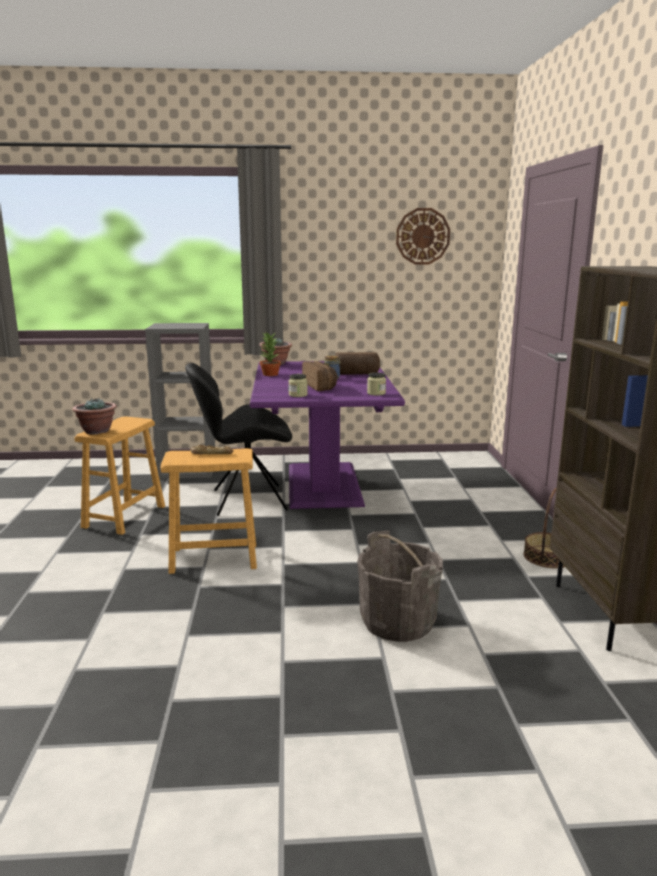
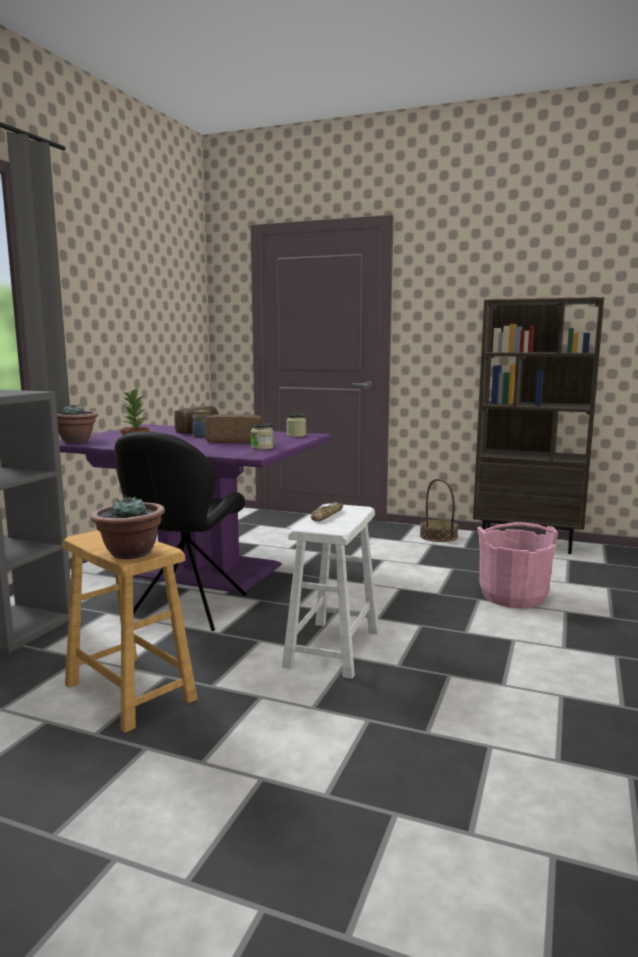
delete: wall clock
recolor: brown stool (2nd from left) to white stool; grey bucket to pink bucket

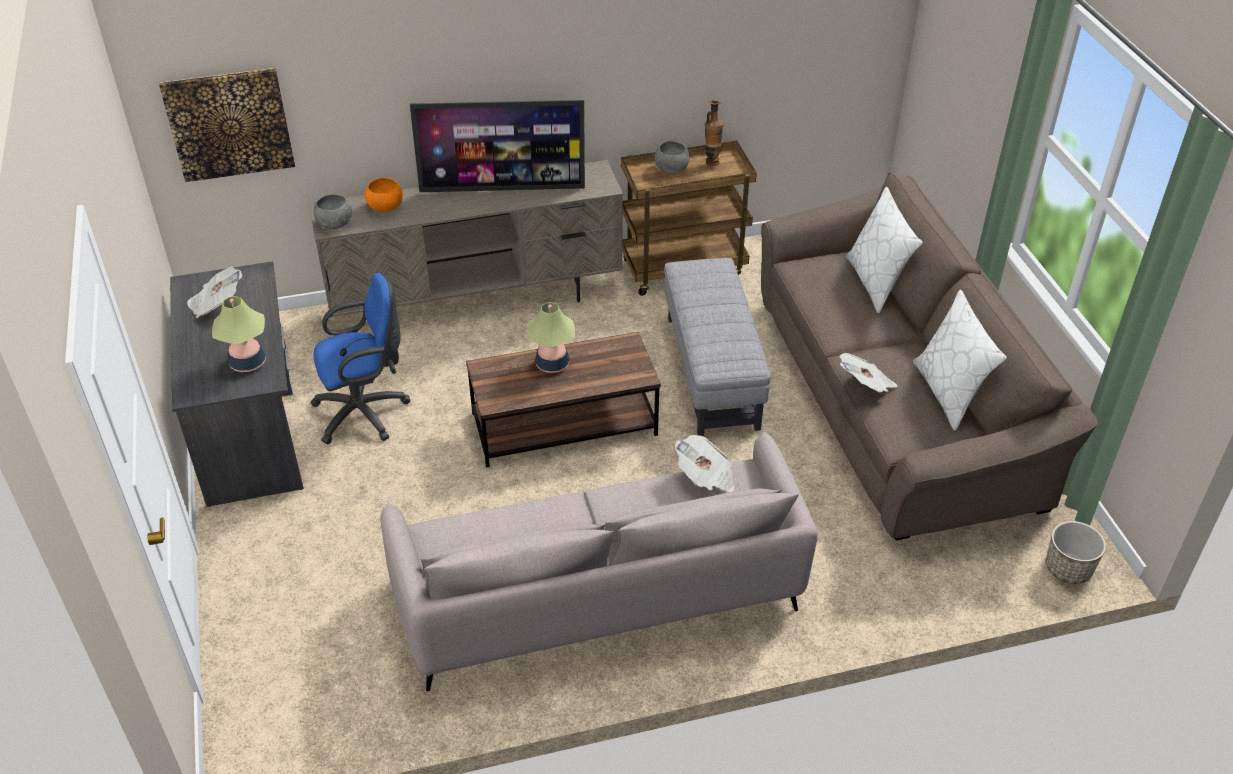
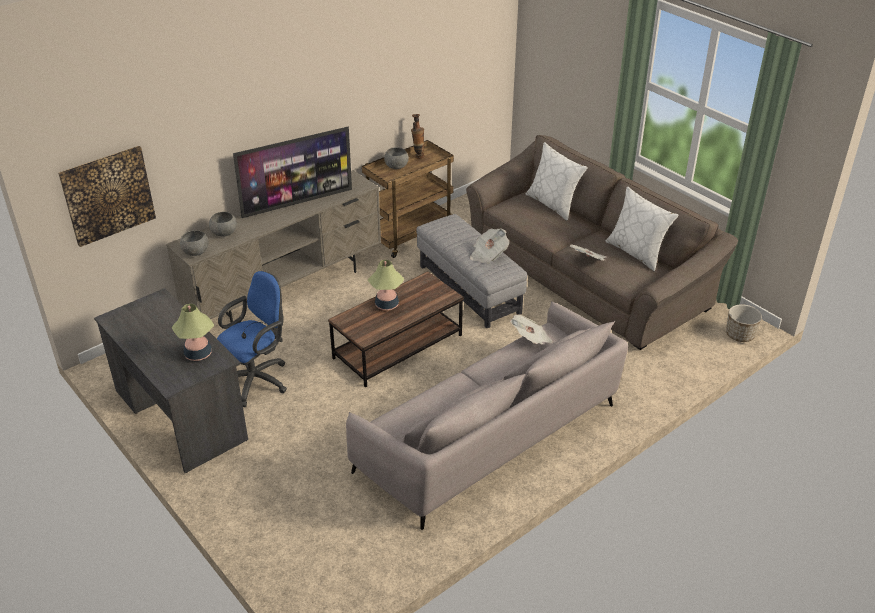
move: newspaper (1st from left)
recolor: orange bowl to grey bowl (2nd from left)

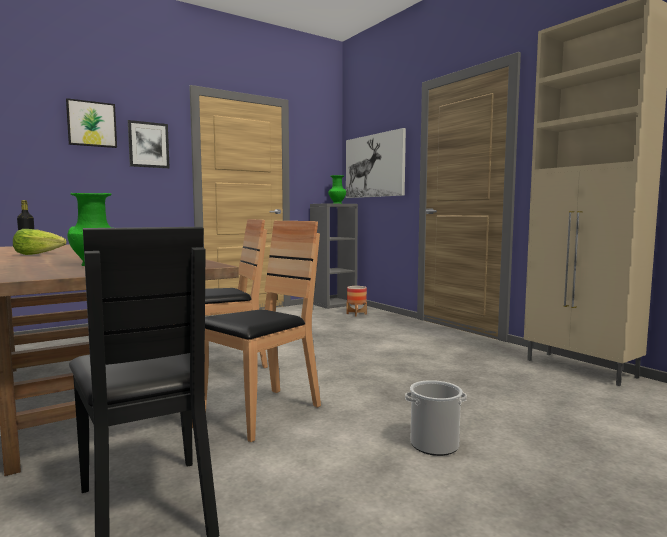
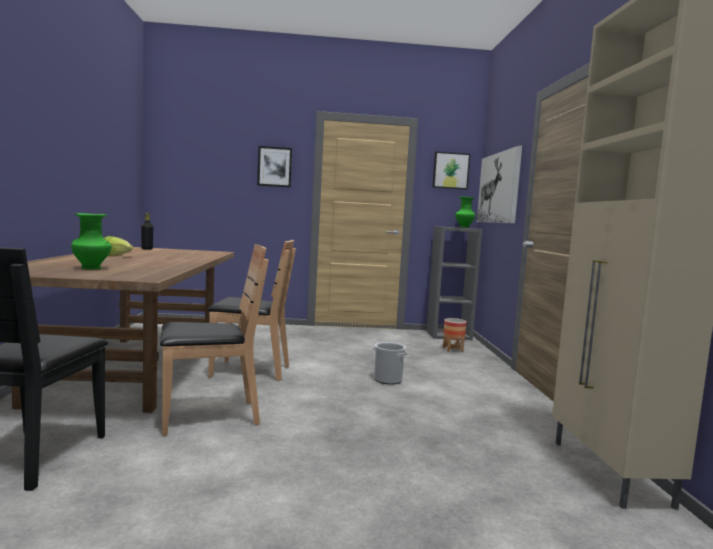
move: picture (1st from left in the first image) to picture (2nd from left); bucket

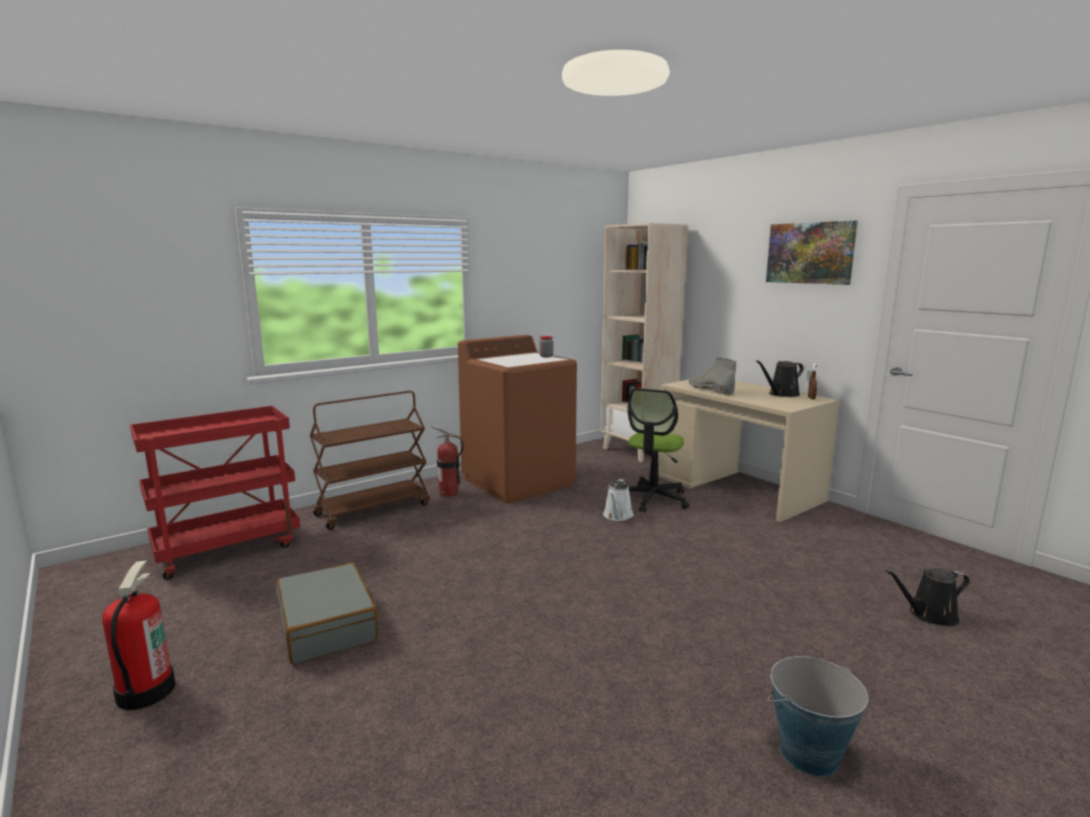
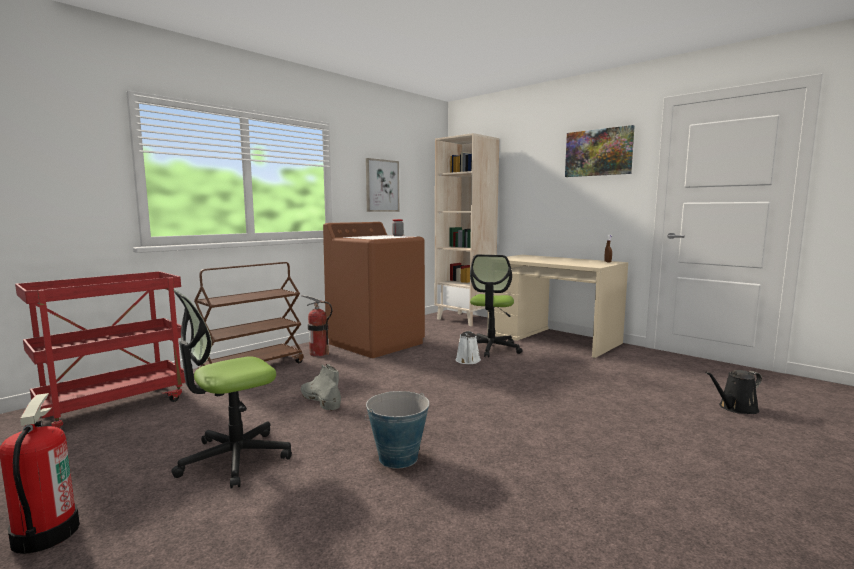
delete: black watering can (1st from left)
insert: picture (1st from left)
move: grey boot; bucket
replace: grey suitcase to office chair (1st from left)

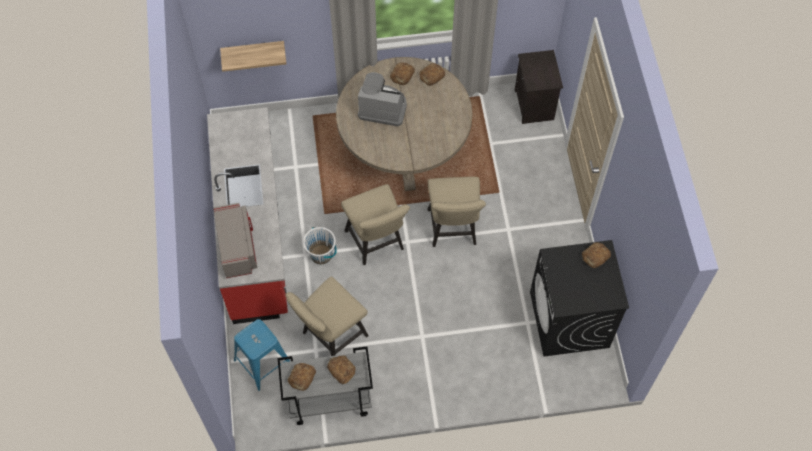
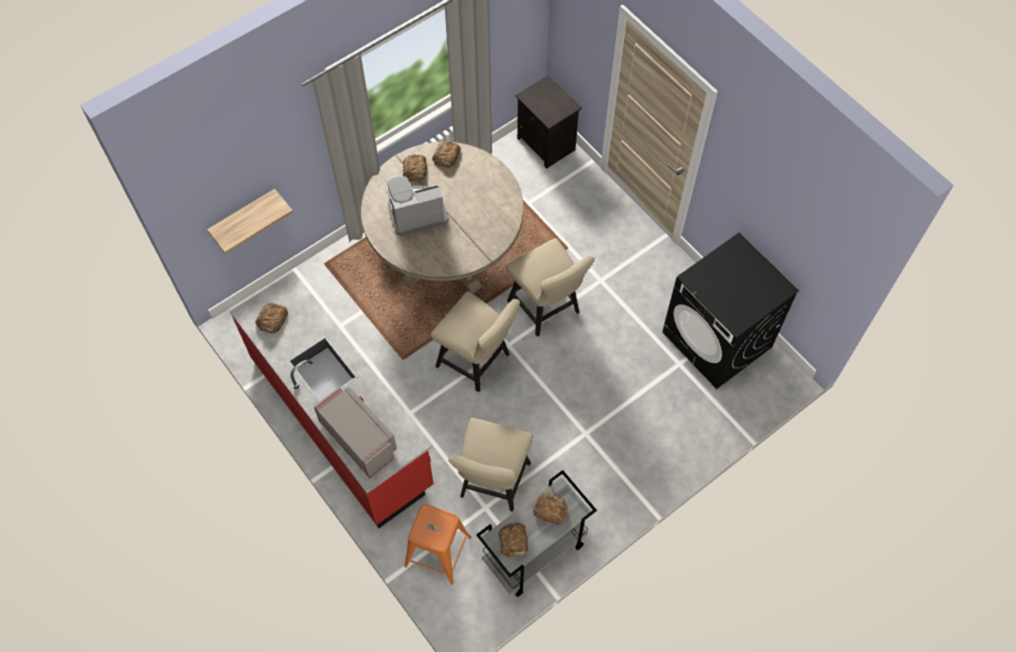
delete: white bucket
move: bread (5th from left in the first image) to bread (1st from left)
recolor: blue stool to orange stool

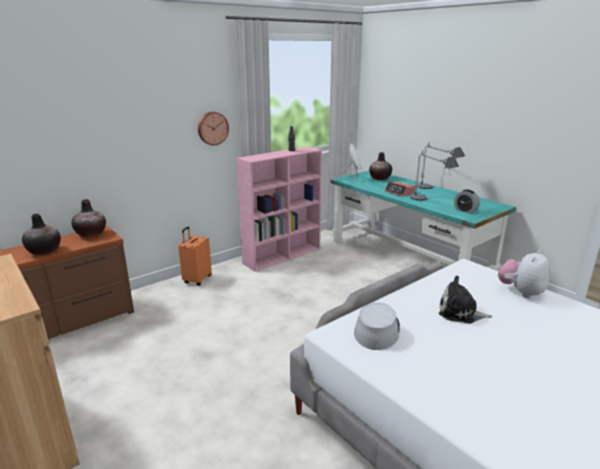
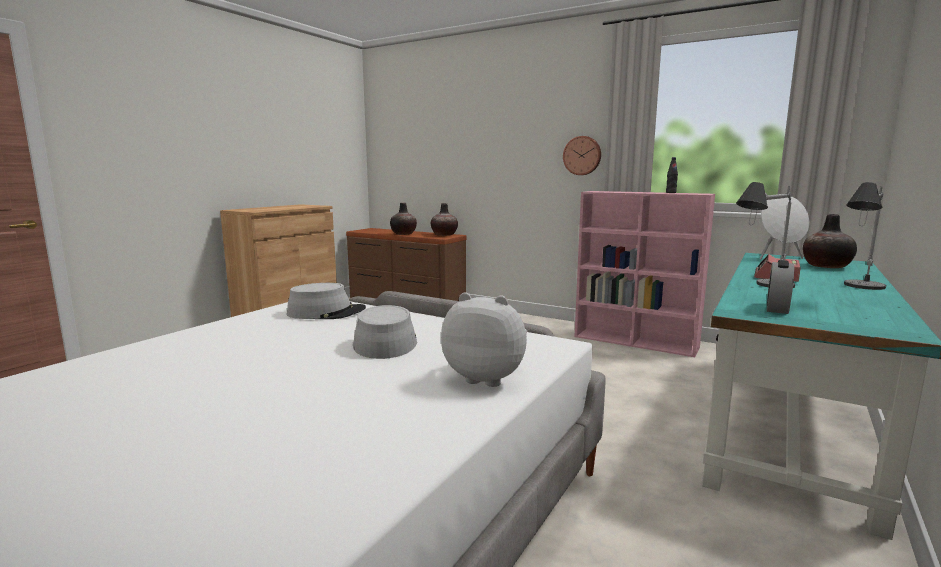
delete: orange suitcase
replace: plush toy (1st from left) to grey hat (2nd from left)

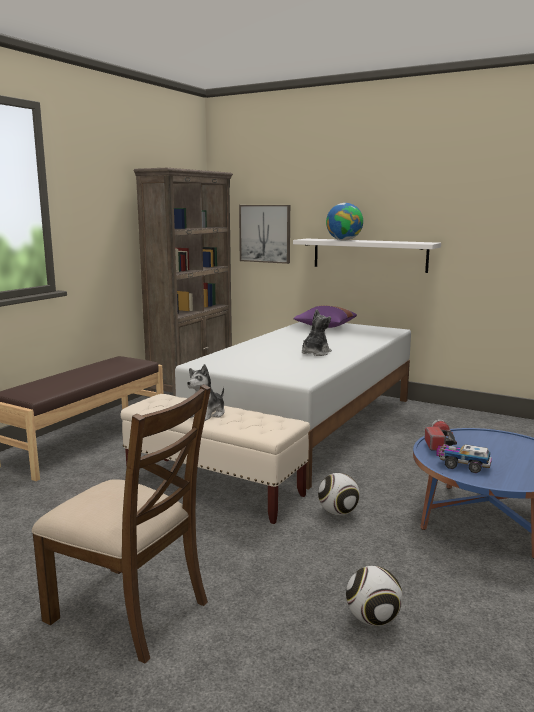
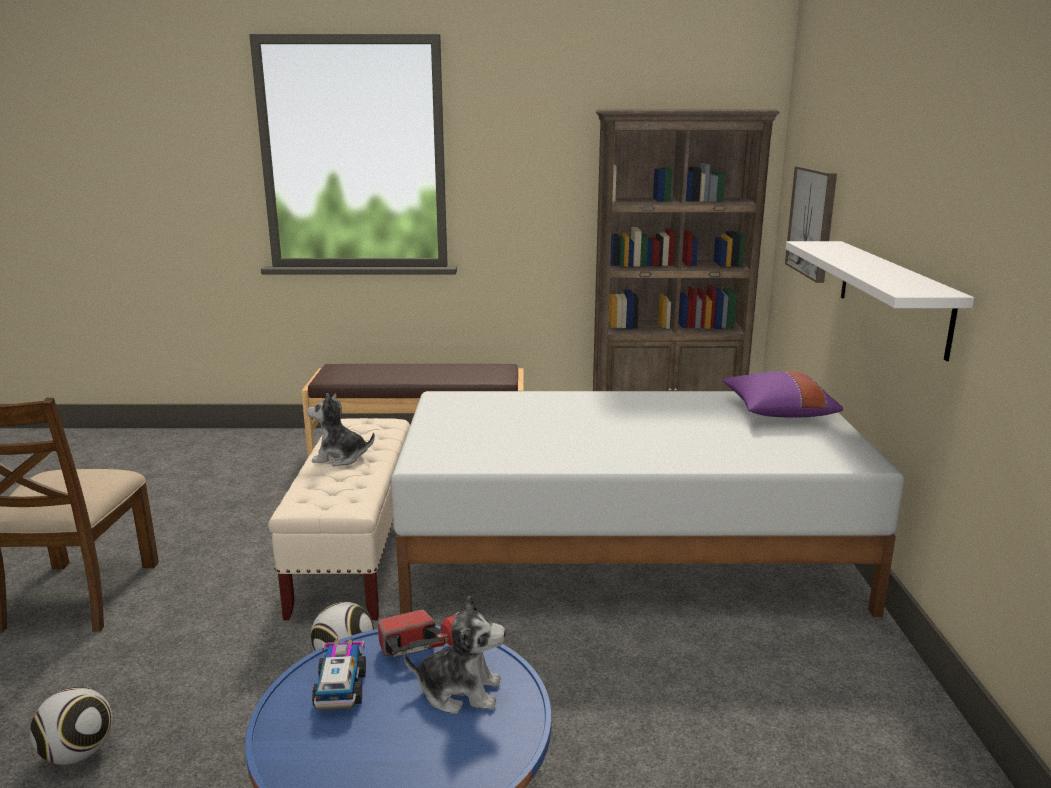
delete: globe
move: plush toy (2nd from left)

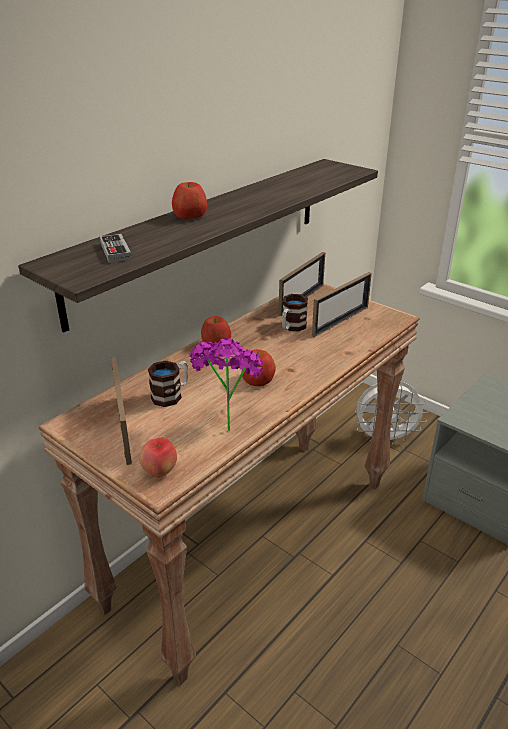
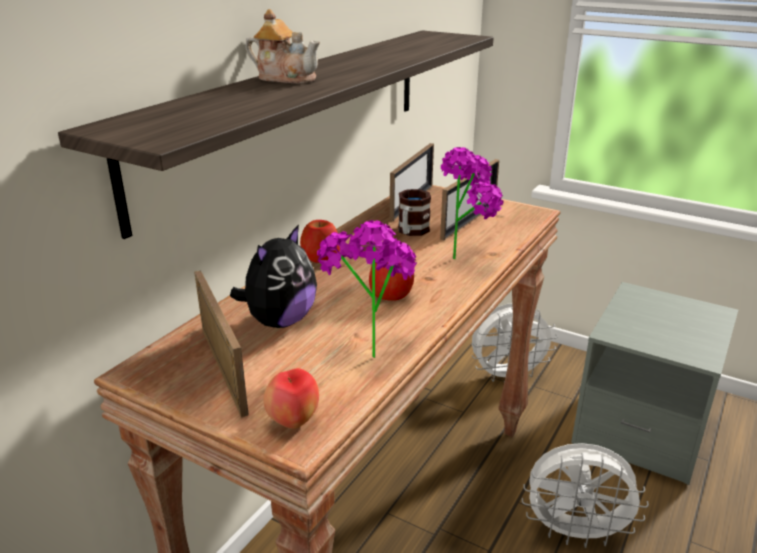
delete: game controller
insert: potted plant (2nd from left); white fan (2nd from left)
replace: mug (1st from left) to plush toy; apple (2nd from left) to teapot

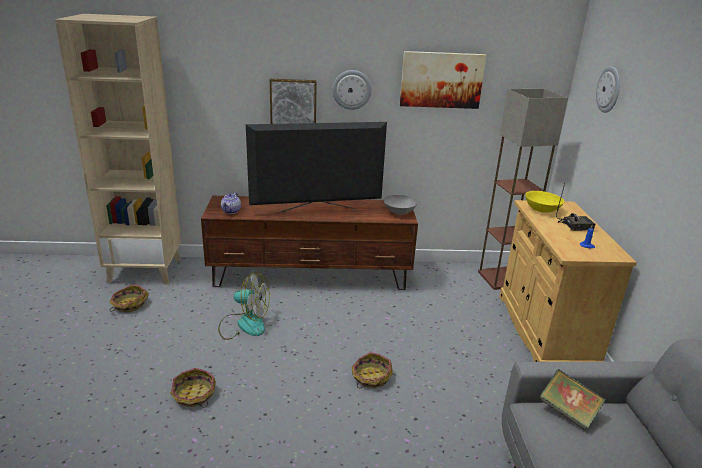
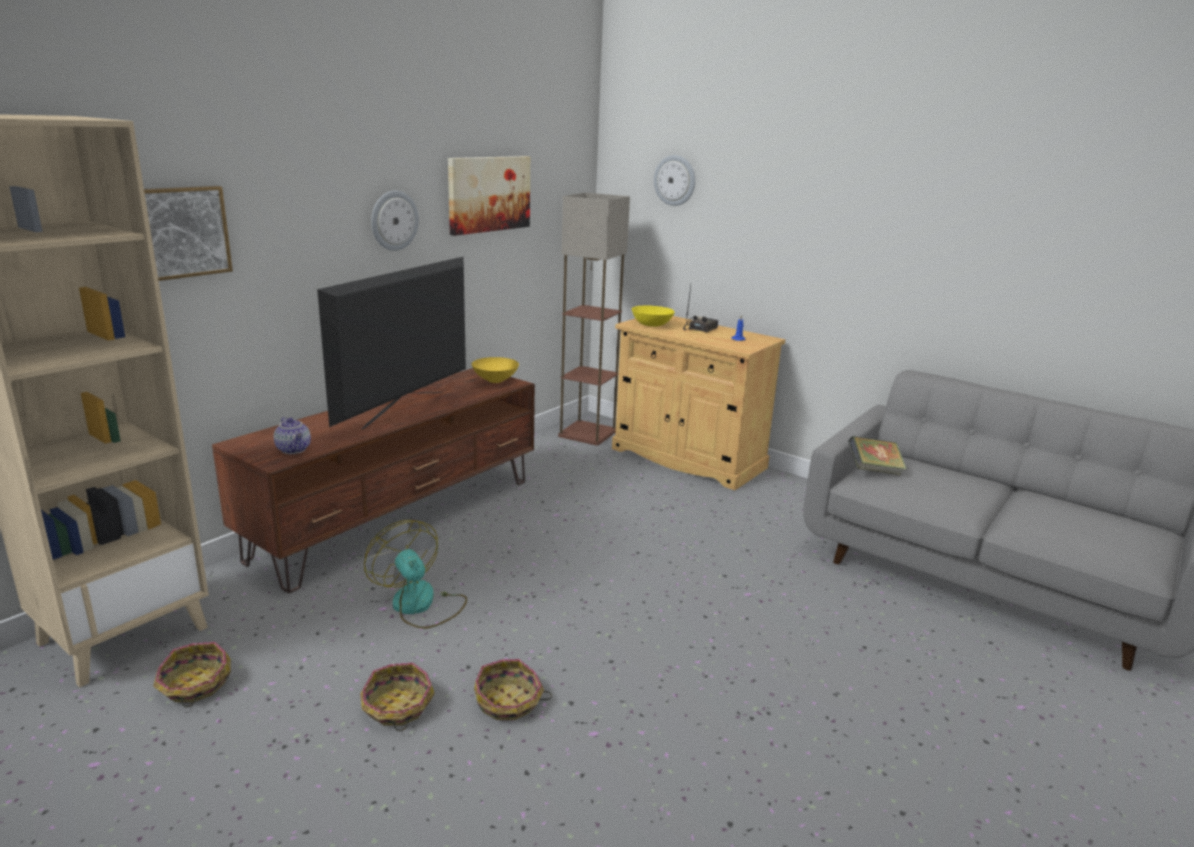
move: picture (1st from left); basket (3rd from left in the first image) to basket (2nd from left)
recolor: grey bowl to yellow bowl (1st from left)
rotate: fan 90 degrees counterclockwise

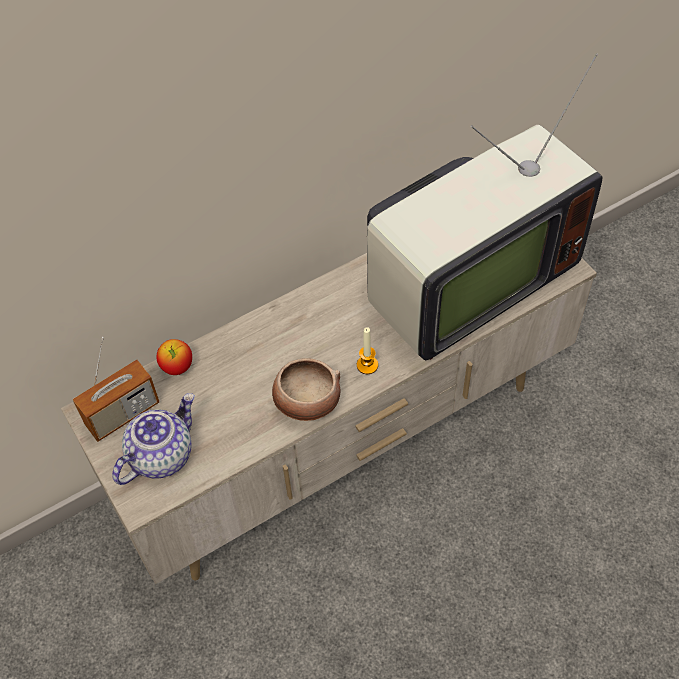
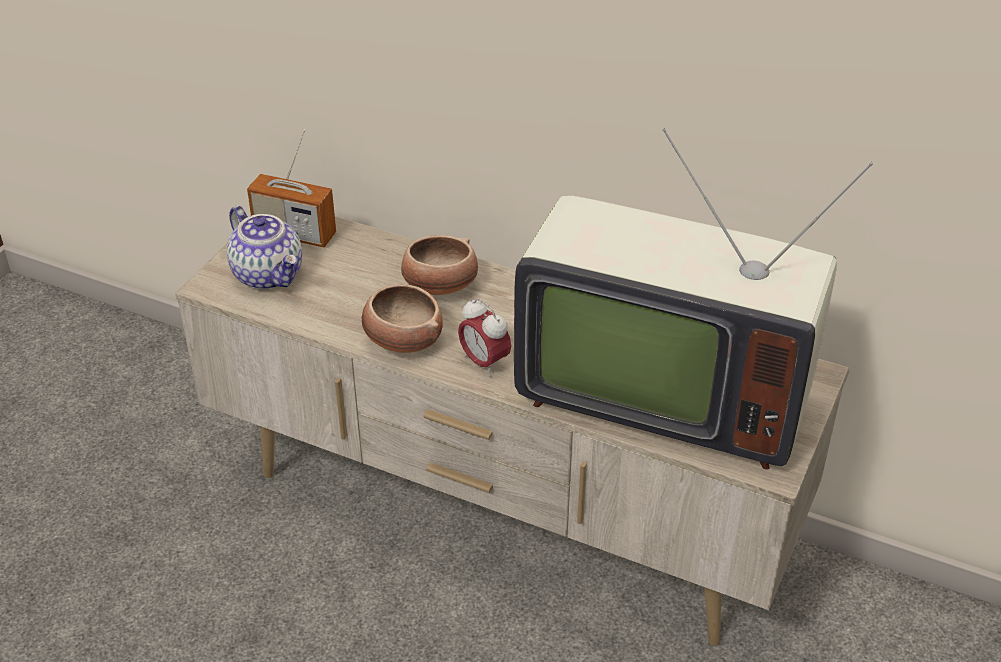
delete: apple
insert: bowl (2nd from left)
replace: candle to alarm clock
rotate: teapot 45 degrees clockwise

